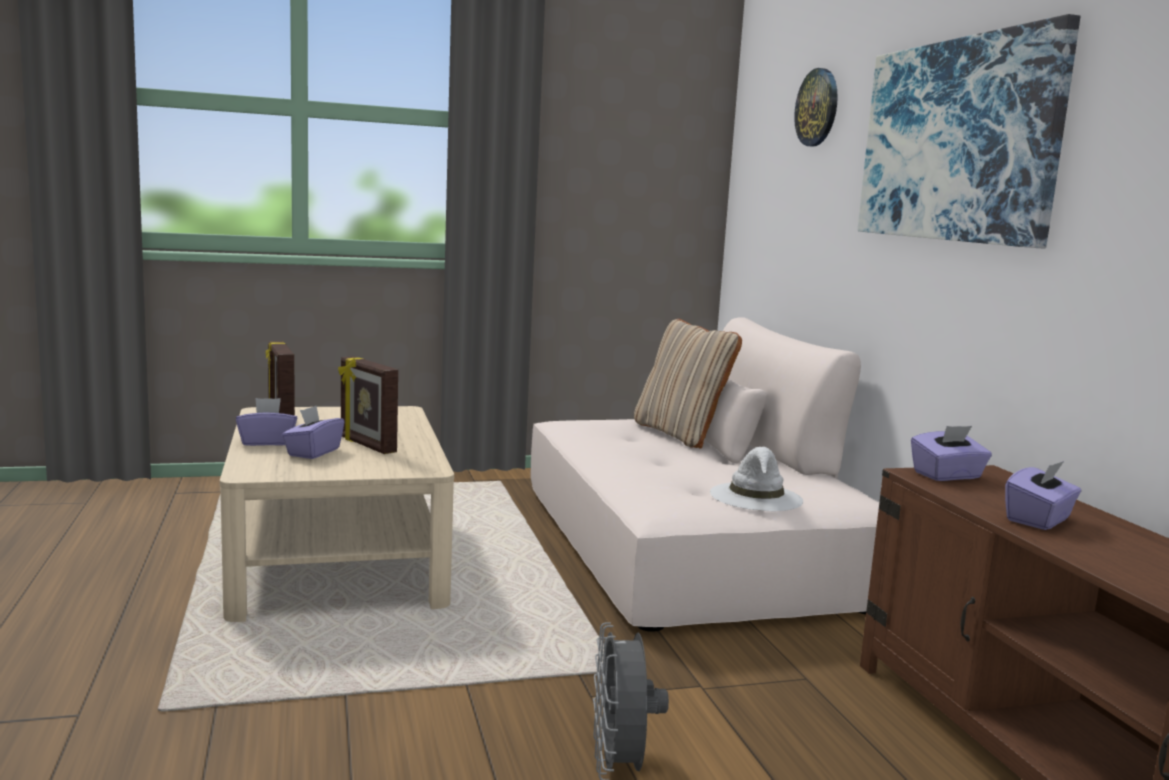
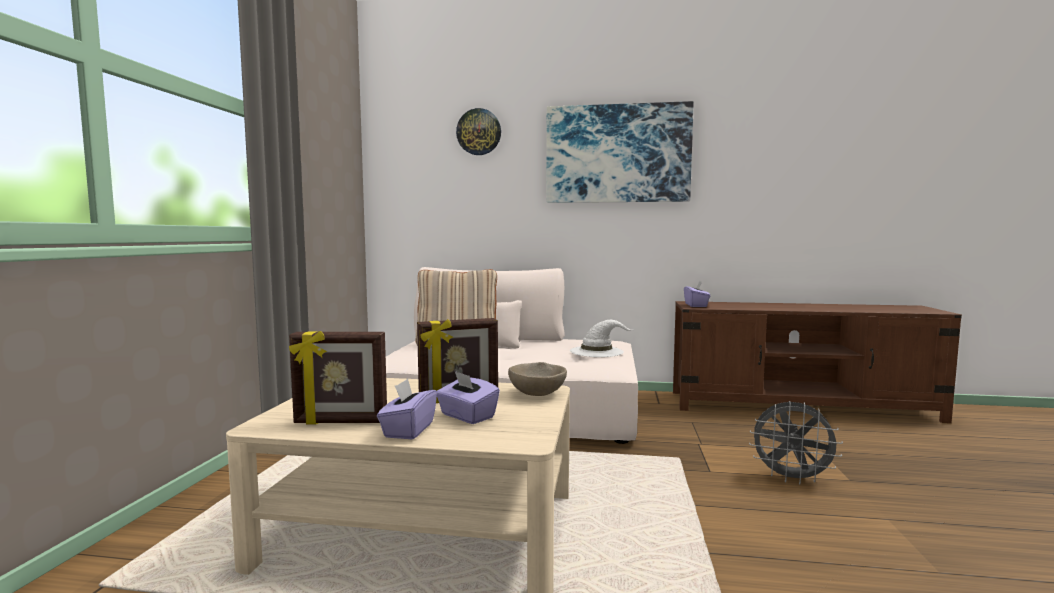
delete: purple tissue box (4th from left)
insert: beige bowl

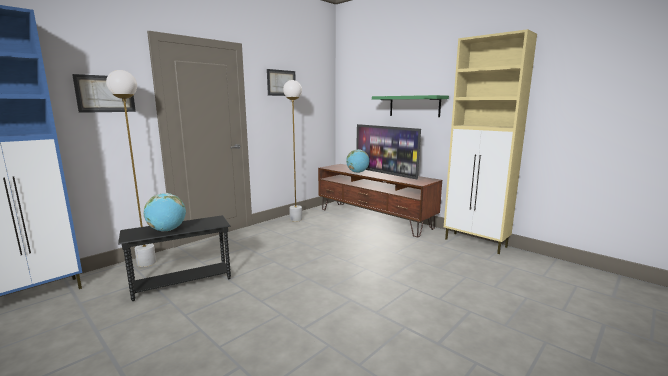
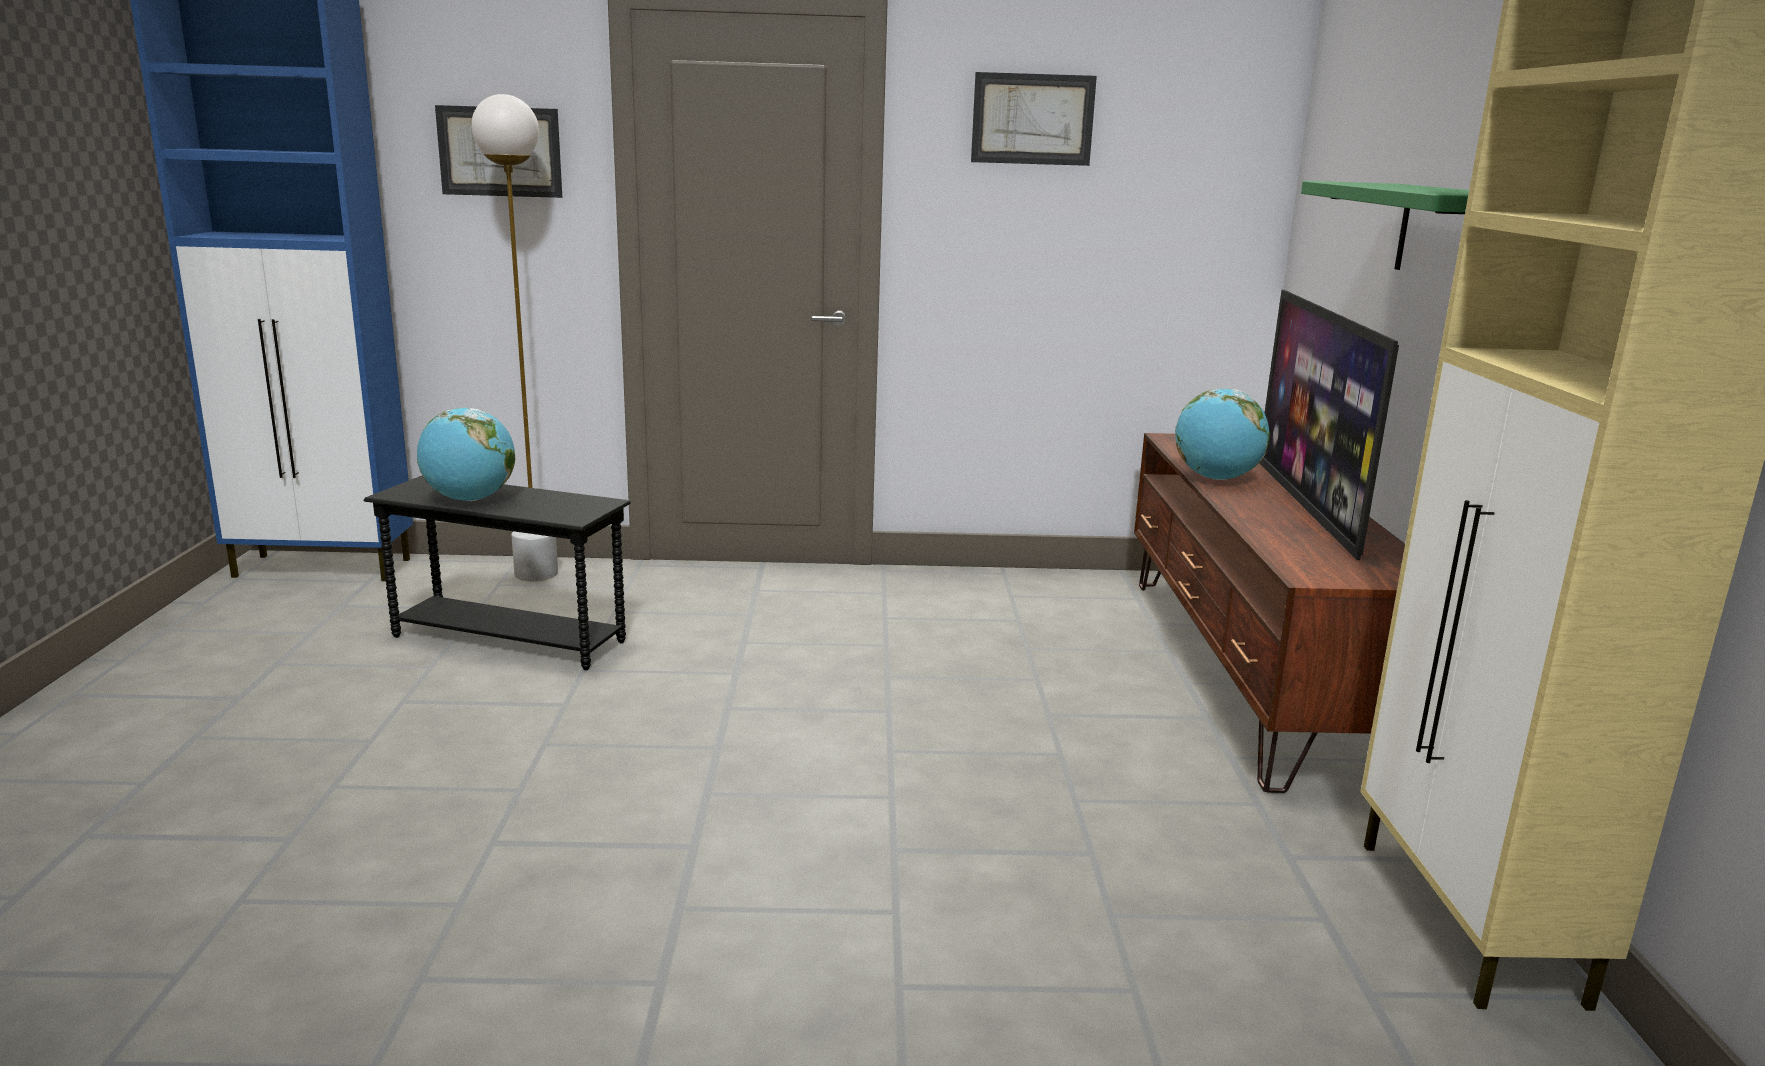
delete: white floor lamp (2nd from left)

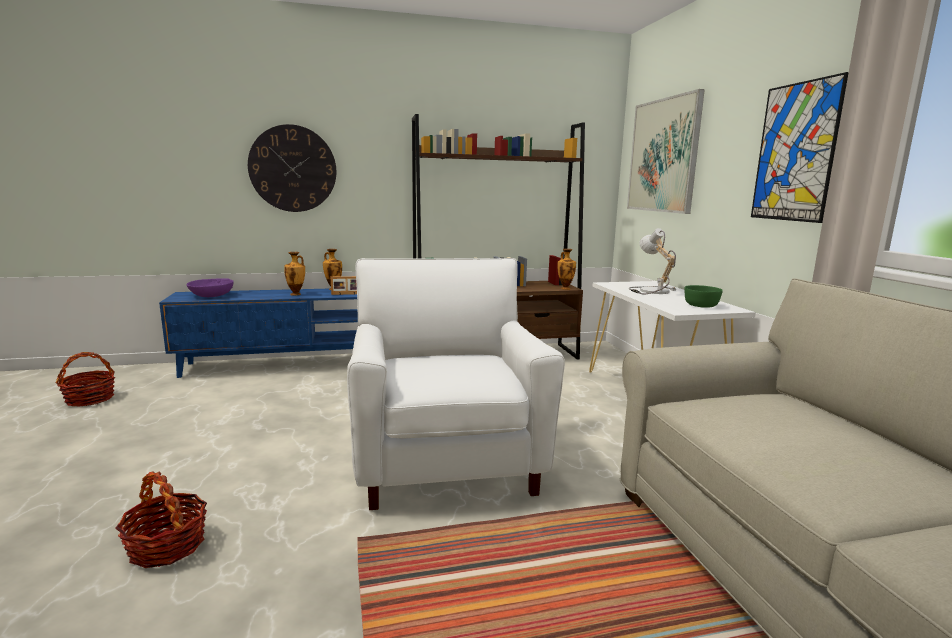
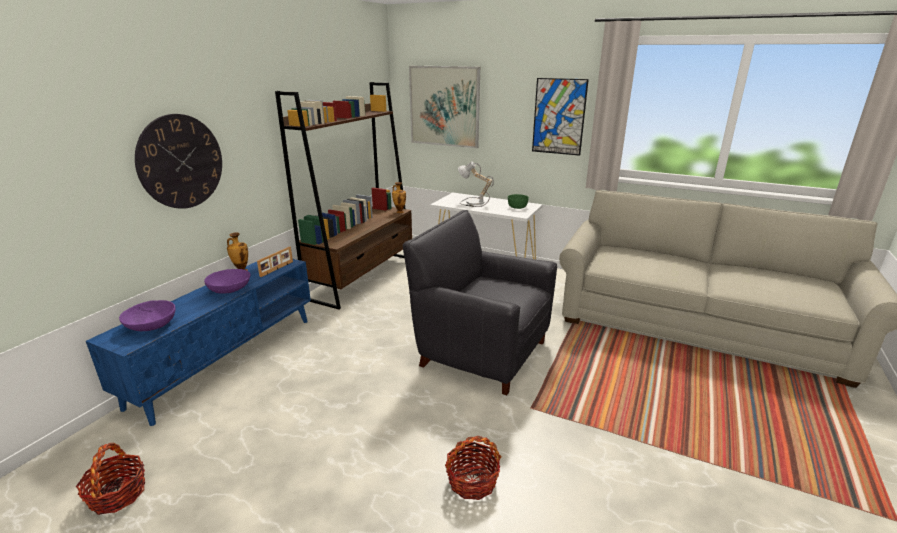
replace: vase (1st from left) to purple bowl (2nd from left)
recolor: white armchair to black armchair

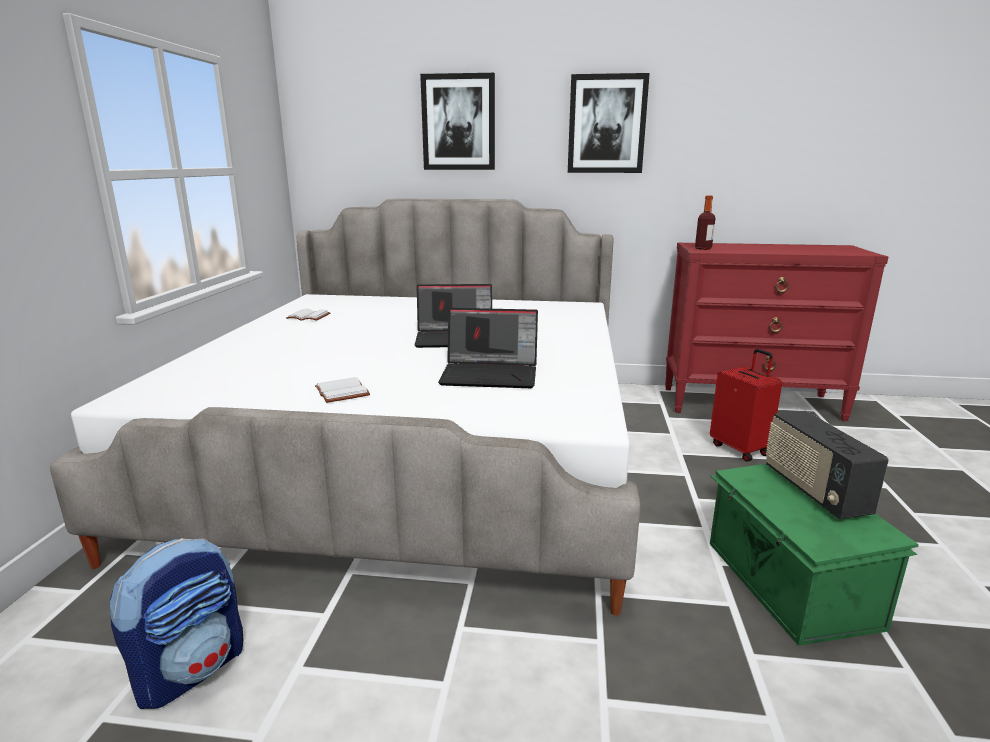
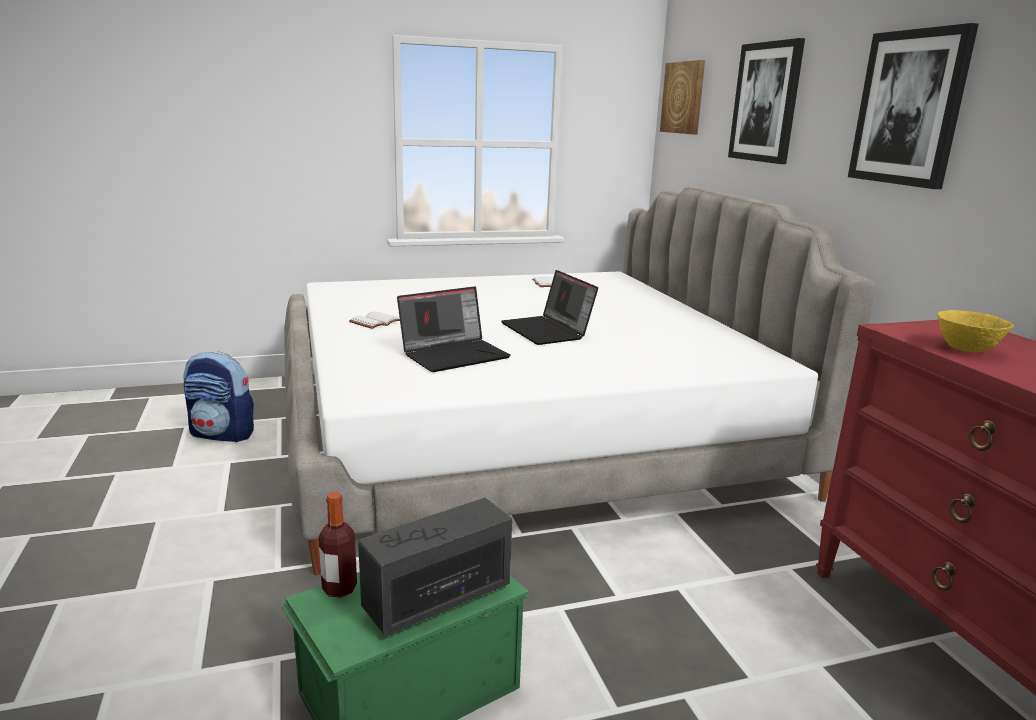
delete: red suitcase
insert: picture (1st from left); yellow bowl
move: bottle
rotate: laptop (2nd from left in the first image) 105 degrees counterclockwise

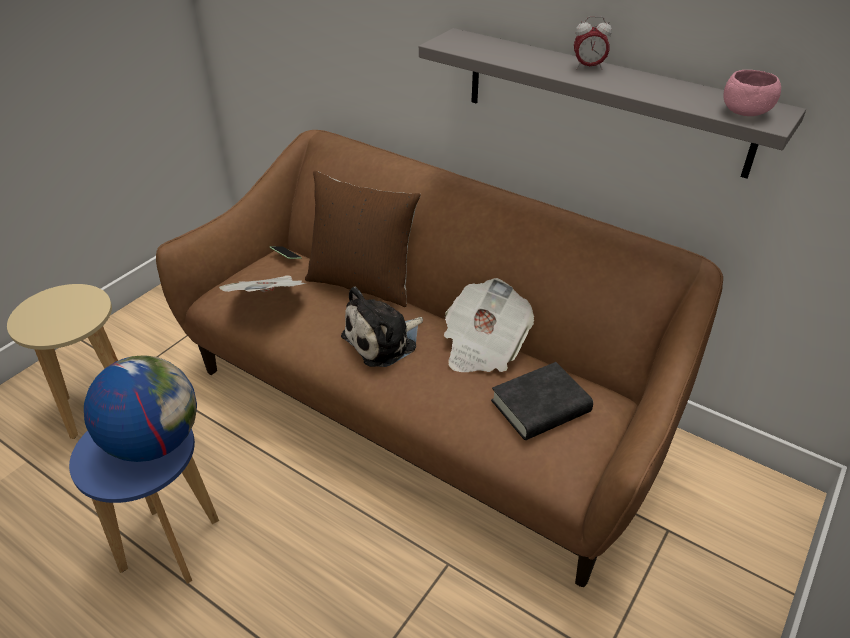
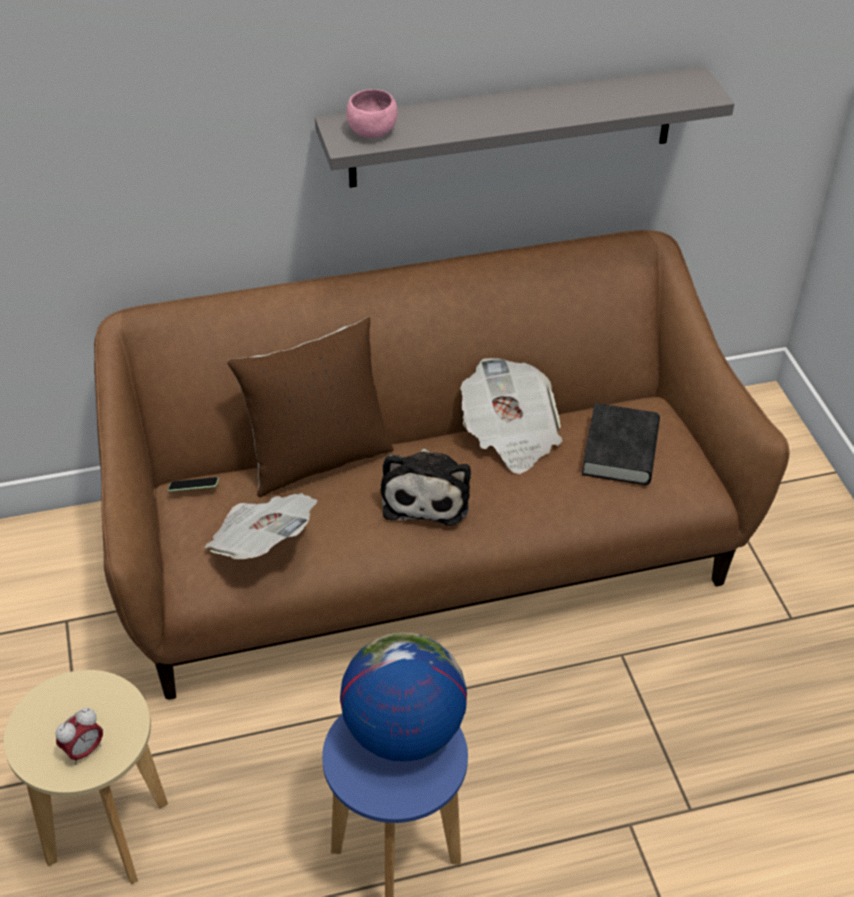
move: alarm clock; pink bowl

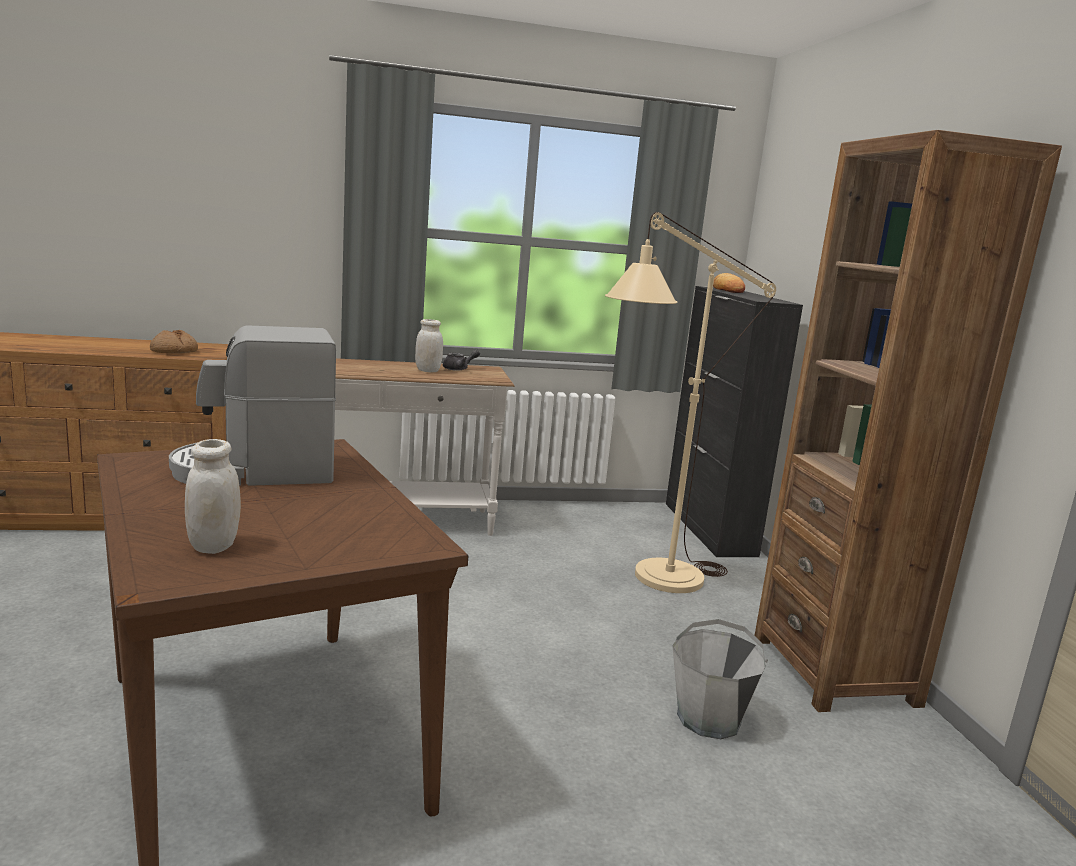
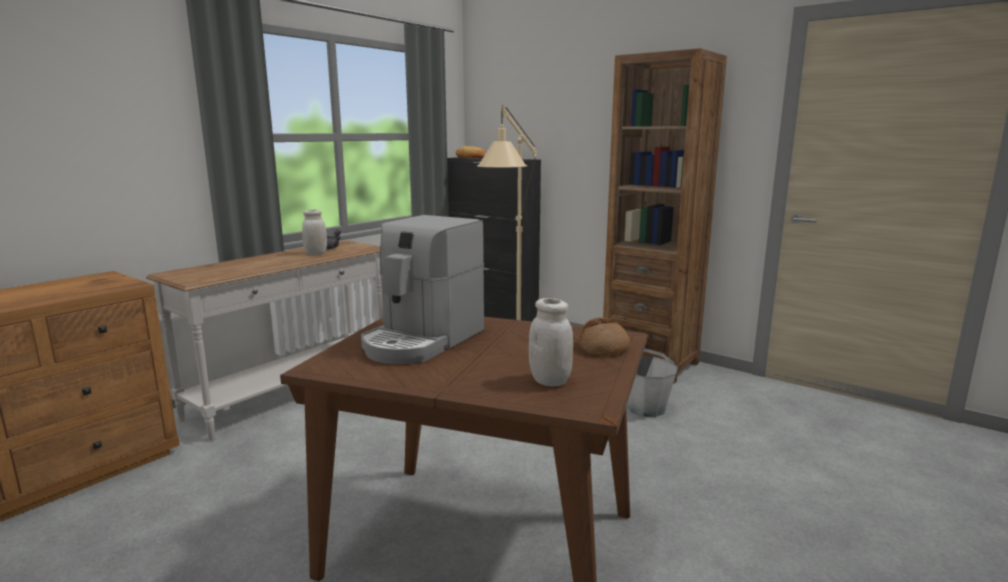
move: bread (1st from left in the first image) to bread (2nd from left)

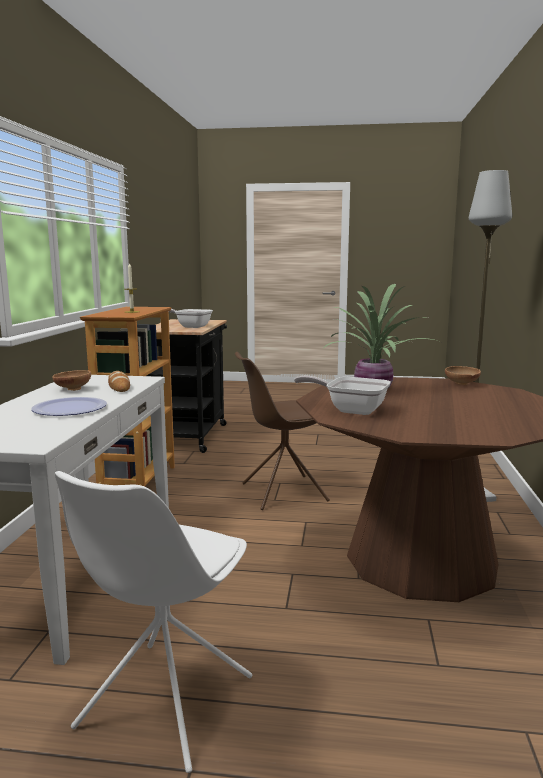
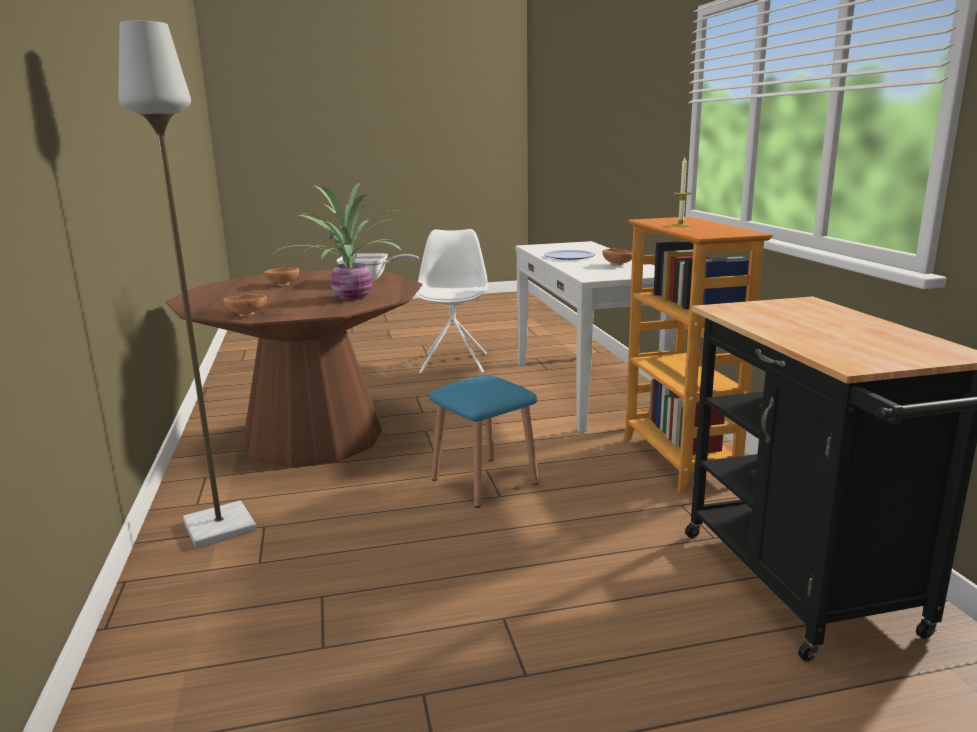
delete: bread; frying pan (1st from left)
insert: brown bowl (2nd from left)
replace: brown chair to blue stool

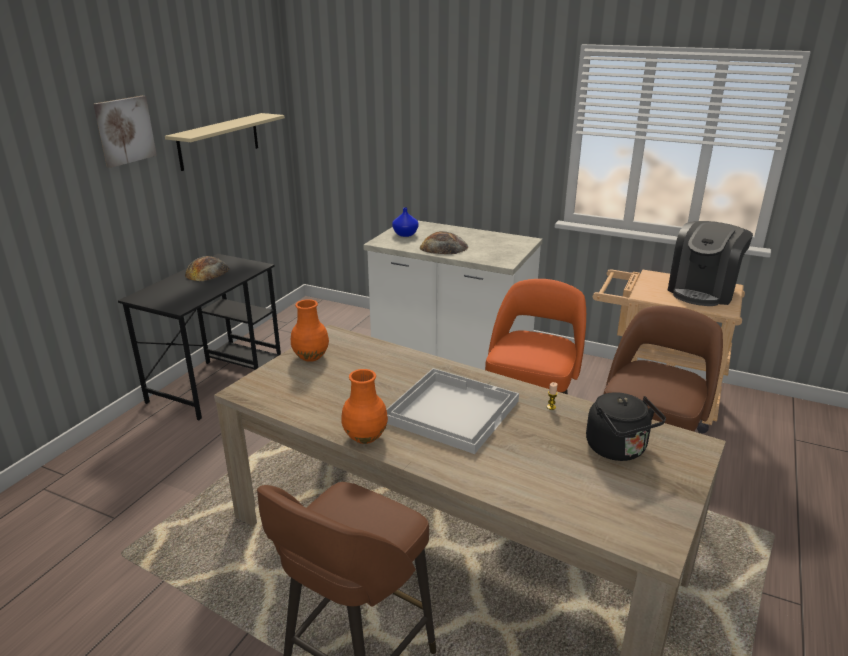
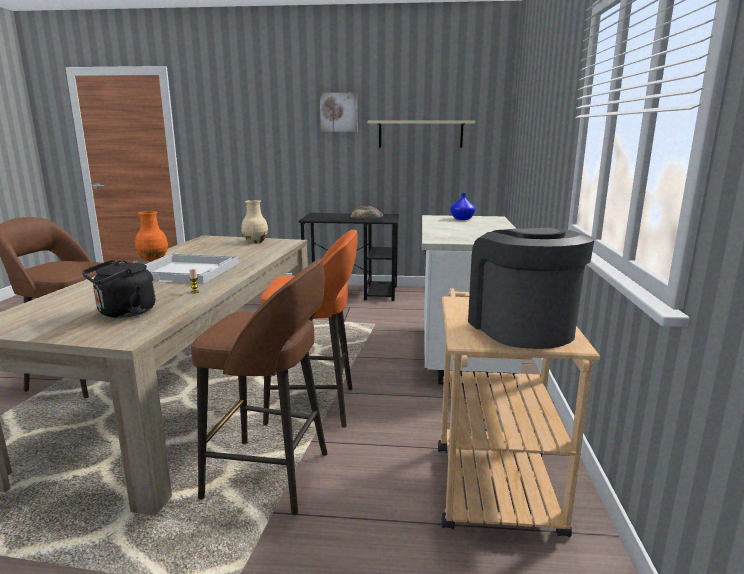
delete: bread (2nd from left)
recolor: orange vase (1st from left) to beige vase
rotate: coffee machine 60 degrees clockwise

